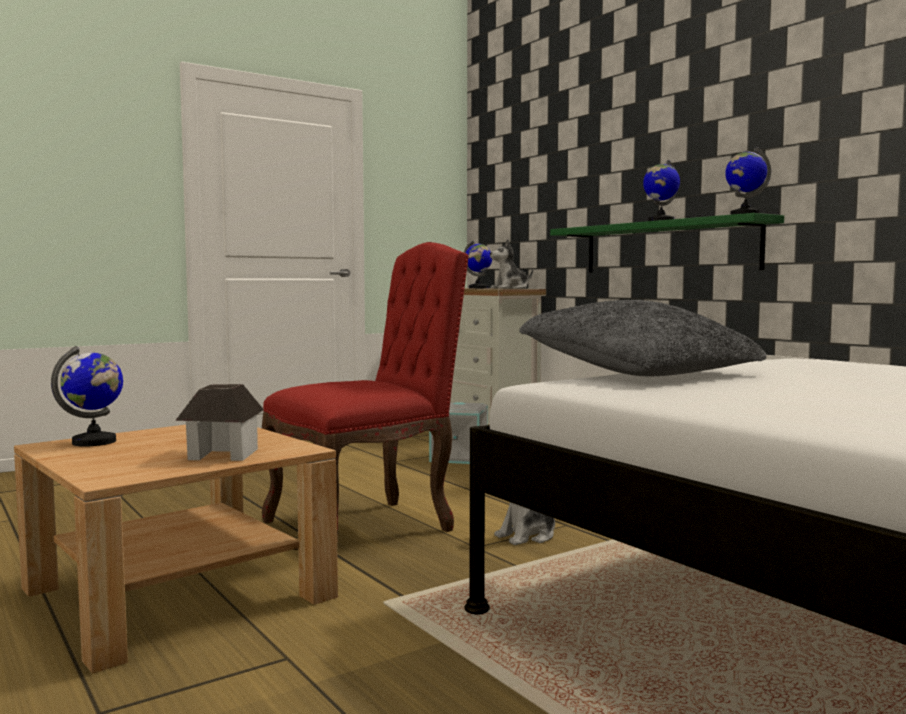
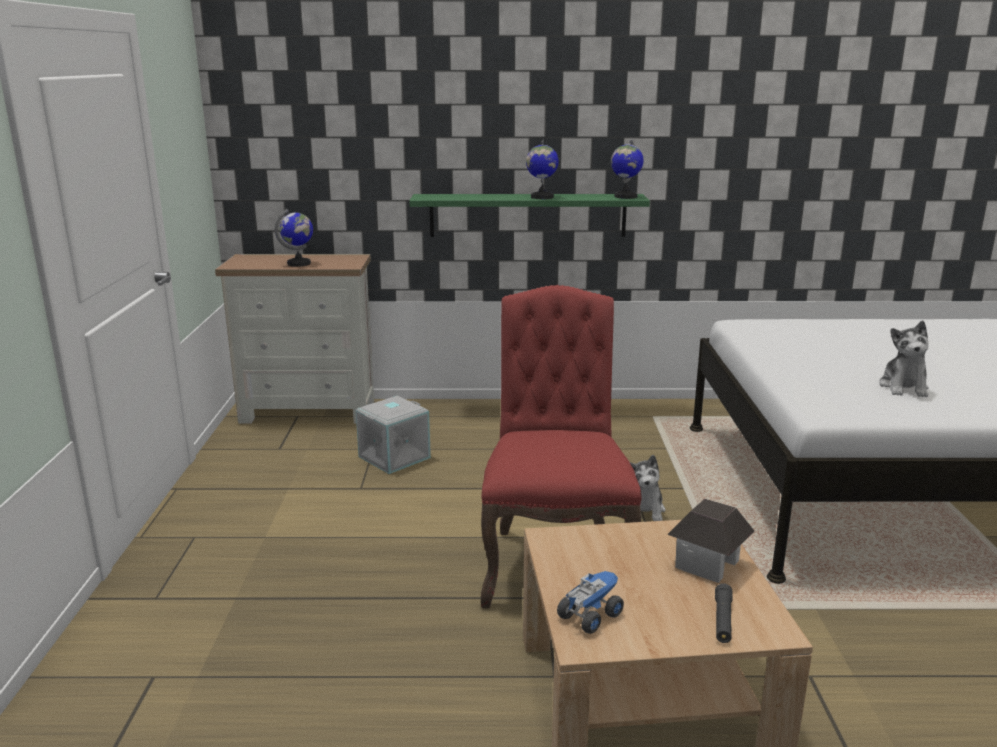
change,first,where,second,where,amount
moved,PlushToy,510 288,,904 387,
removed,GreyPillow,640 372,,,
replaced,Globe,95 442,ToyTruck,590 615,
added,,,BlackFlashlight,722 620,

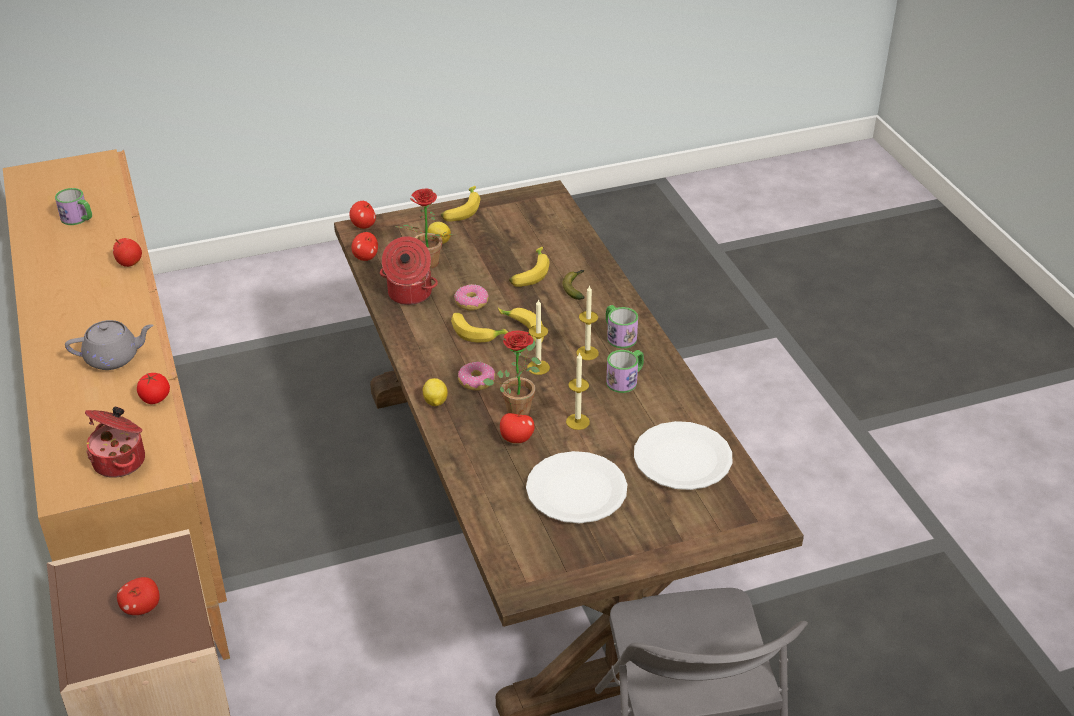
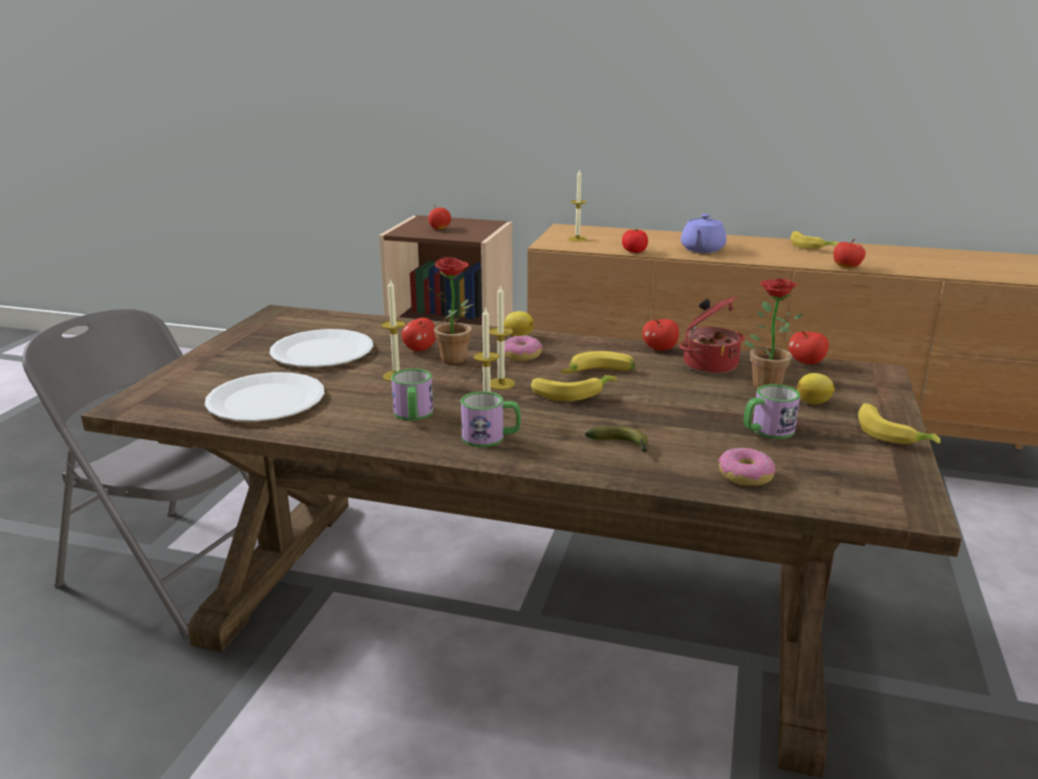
change,first,where,second,where,amount
moved,Mug,78 219,,766 431,
moved,Apple,363 225,,660 349,
moved,Banana,529 273,,810 246,
moved,Donut,471 303,,745 476,
recoloured,GreyTeapot,113 358,PurpleTeapot,702 249,
replaced,CookingPot,121 461,Candle,577 239,

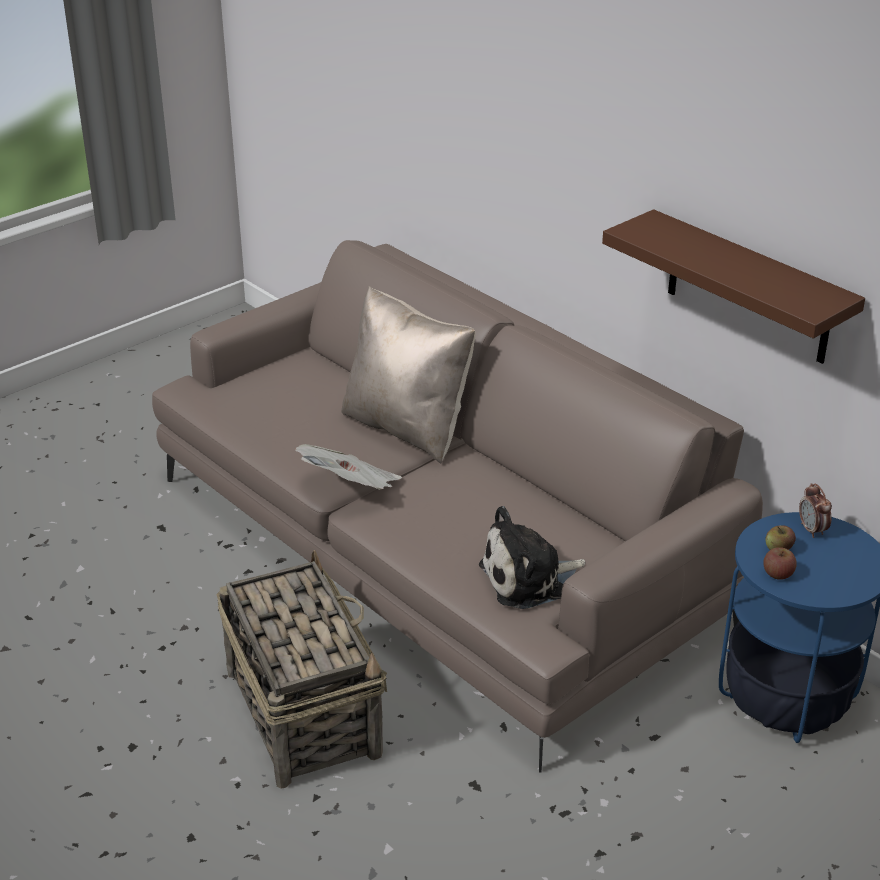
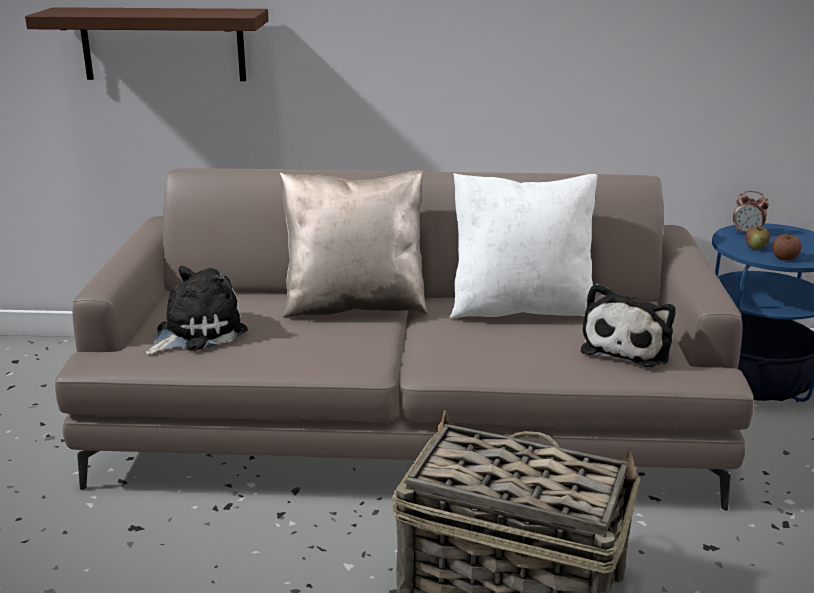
change,first,where,second,where,amount
moved,BrownShelf,748 288,,163 44,
removed,Newspaper,351 489,,,
added,,,WhitePillow,520 308,
added,,,PlushToy,196 332,

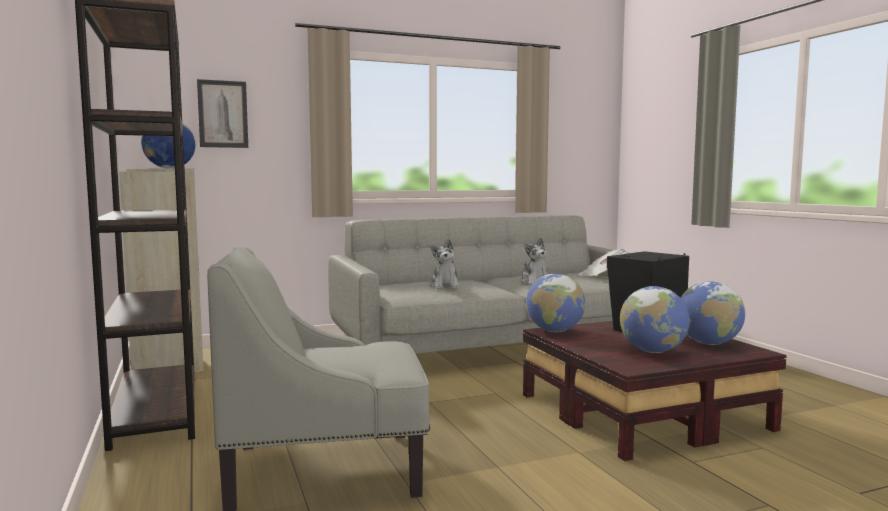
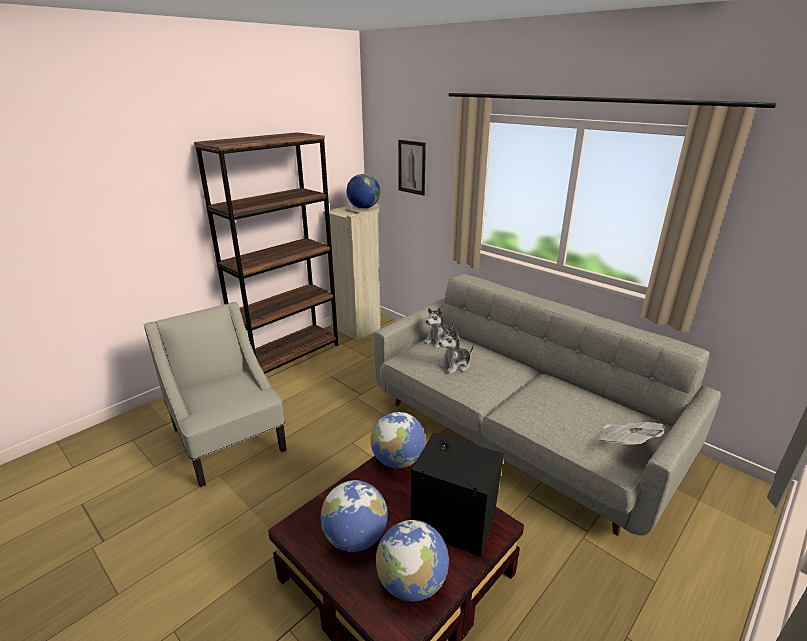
change,first,where,second,where,amount
moved,PlushToy,535 282,,439 341,

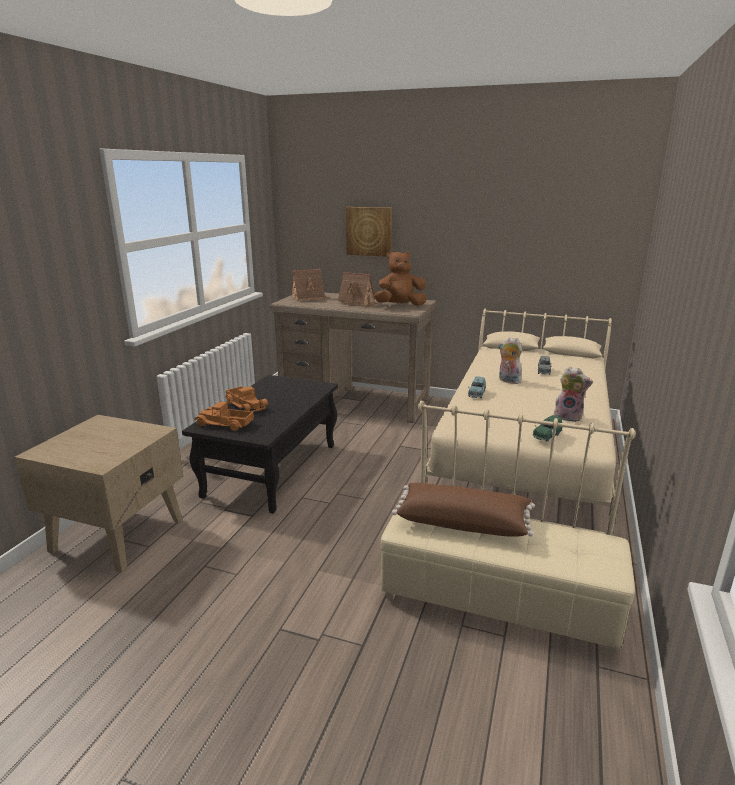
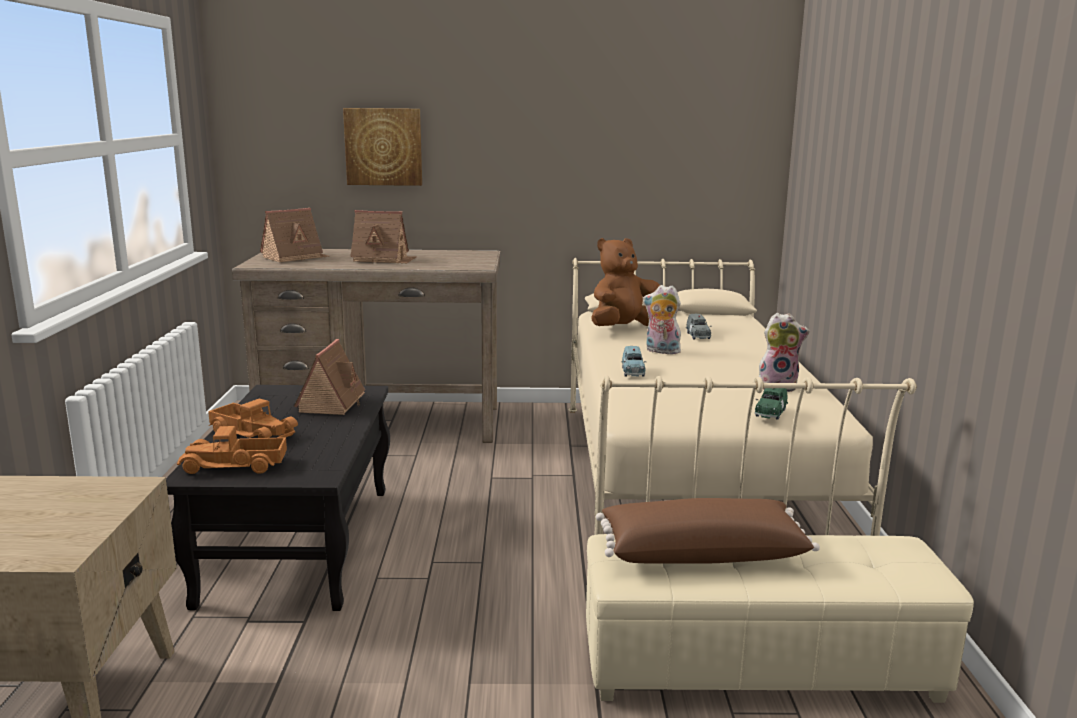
change,first,where,second,where,amount
moved,BrownPlushToy,400 305,,623 329,
added,,,ToyHouse,332 403,

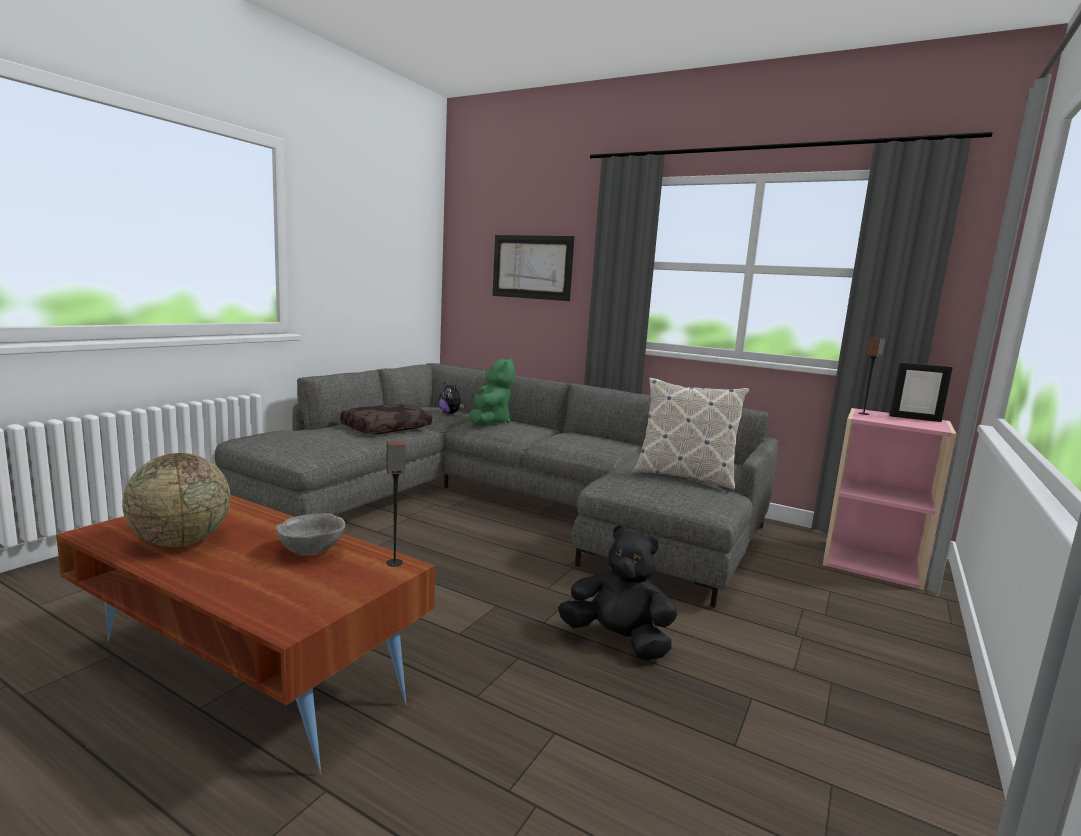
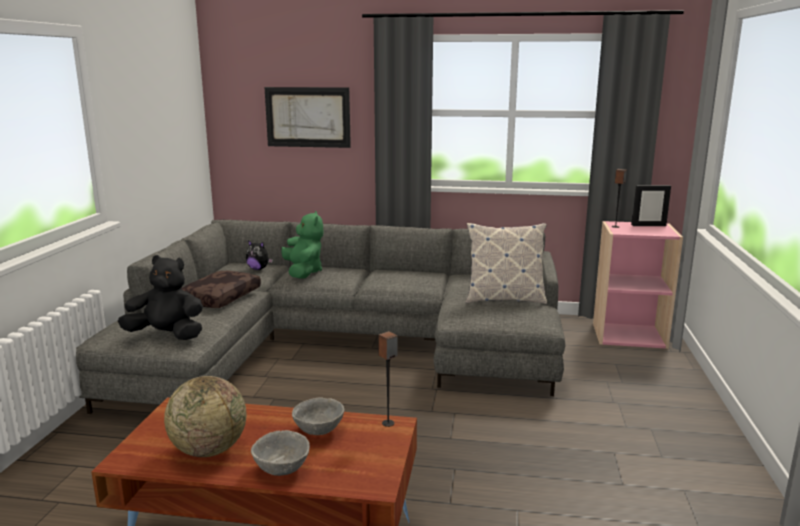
change,first,where,second,where,amount
moved,BlackPlushToy,618 640,,167 335,
added,,,GreyBowl,282 468,

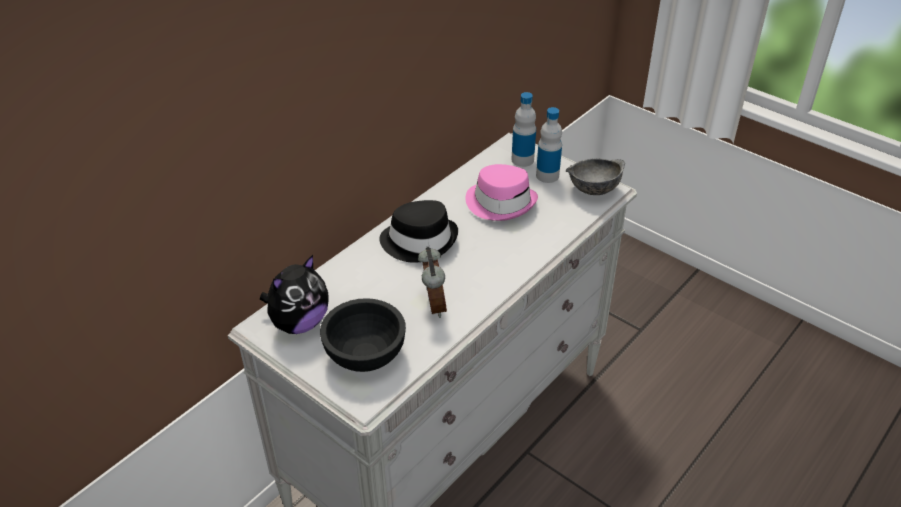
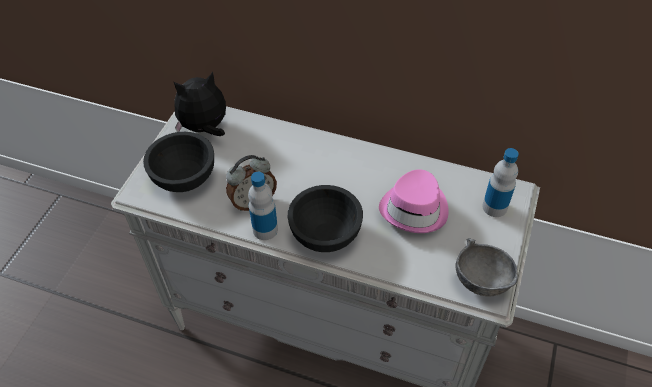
change,first,where,second,where,amount
moved,Bottle,547 175,,265 229,
removed,BlackHat,419 241,,,
turned,PlushToy,299 322,,205 128,135 degrees clockwise
added,,,BlackBowl,326 234,

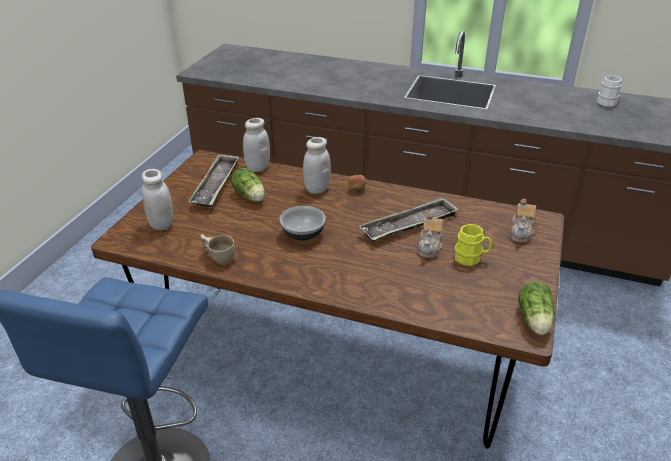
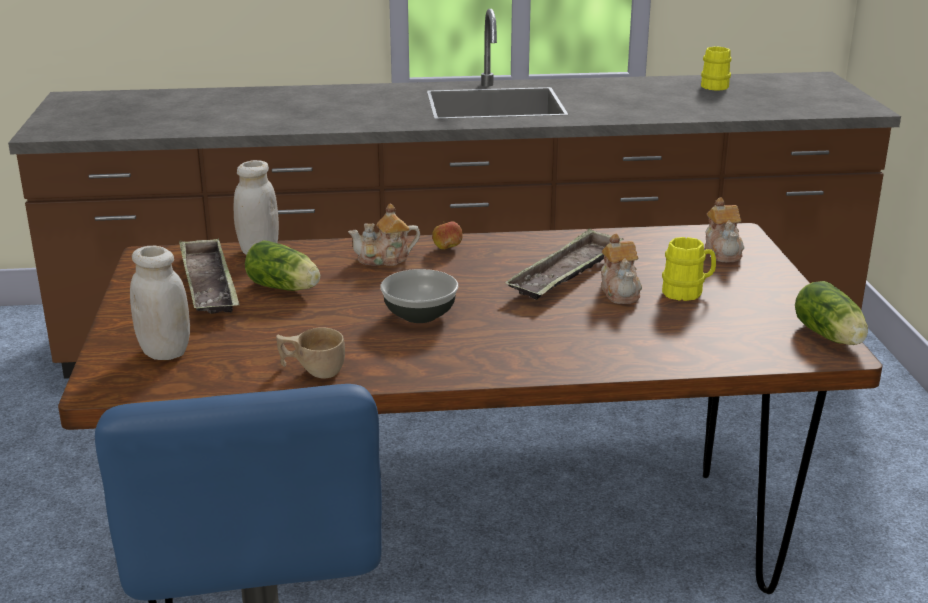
change,first,where,second,where,amount
recoloured,WhiteMug,608 101,YellowMug,715 85,
replaced,WhiteJar,317 189,Teapot,385 259,

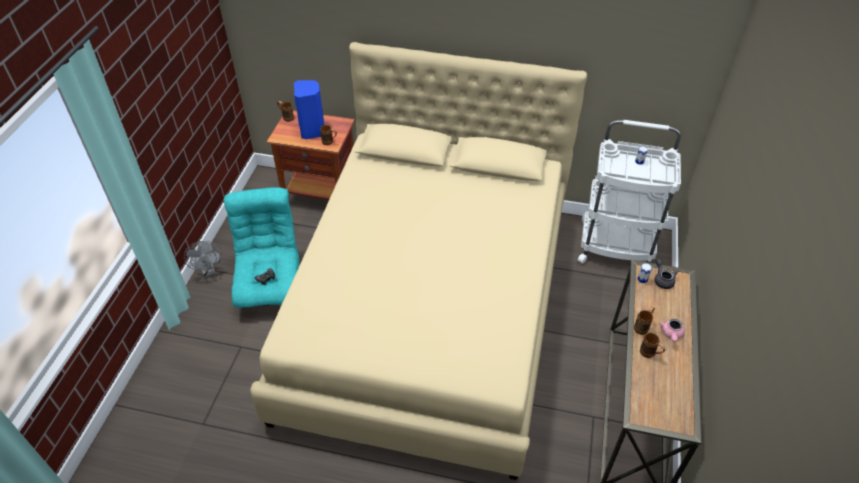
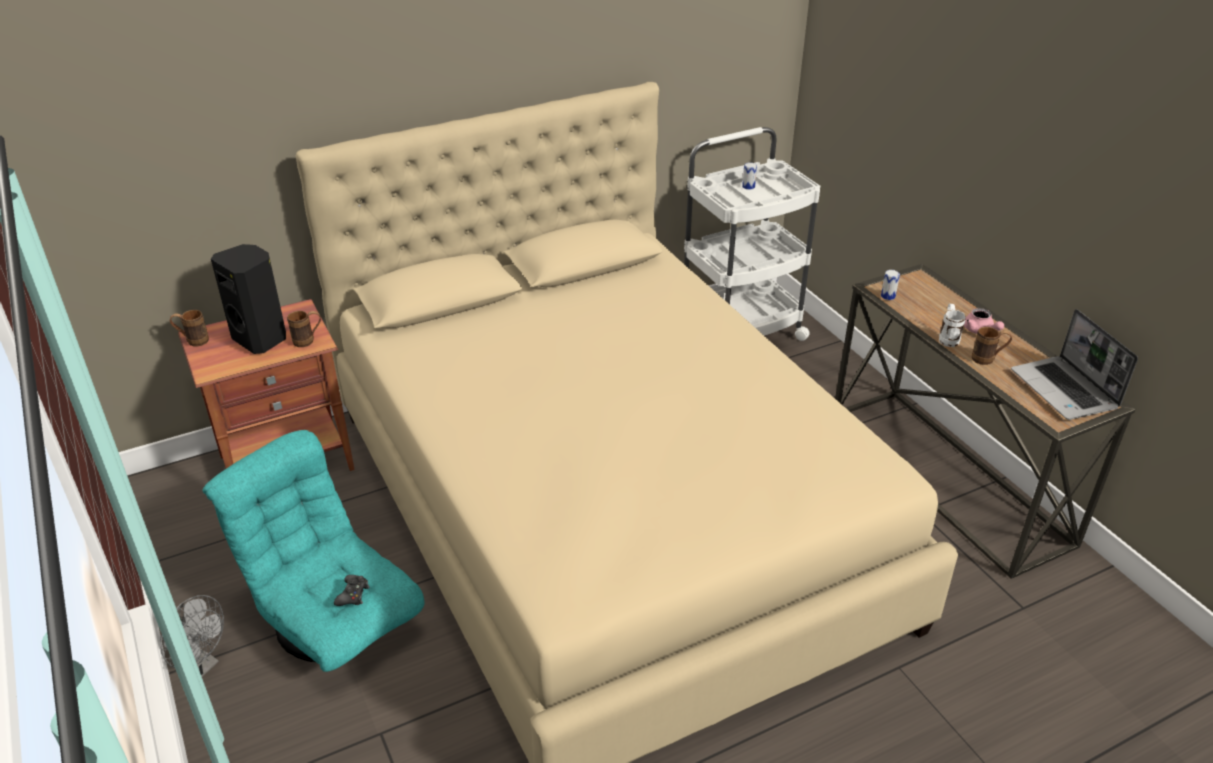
change,first,where,second,where,amount
recoloured,BlueSpeaker,313 131,BlackSpeaker,261 339,
removed,GreyTeapot,663 279,,,
recoloured,BrownMug,643 326,WhiteMug,948 338,
added,,,Laptop,1065 390,

